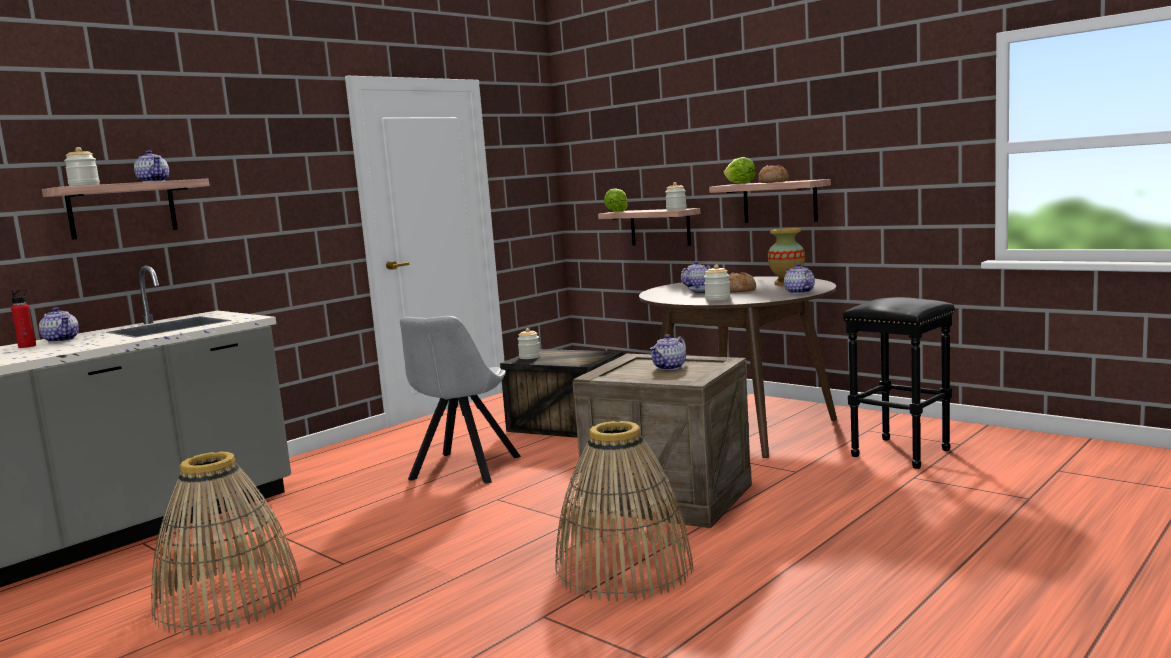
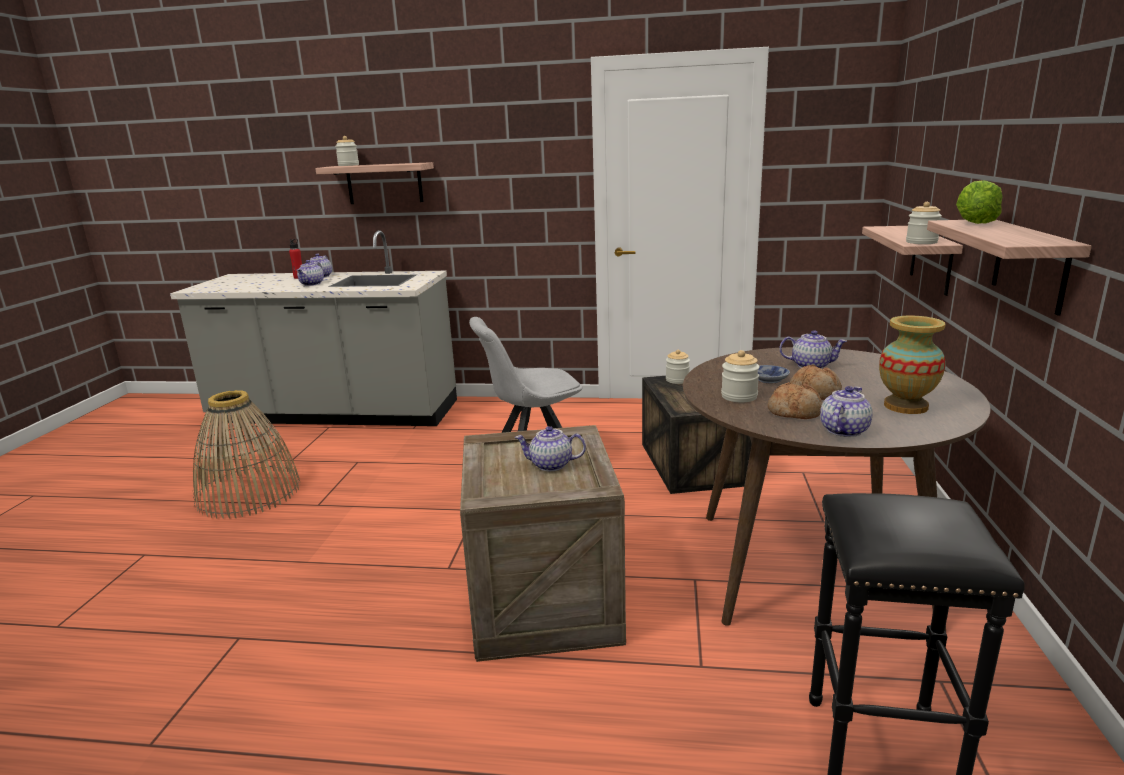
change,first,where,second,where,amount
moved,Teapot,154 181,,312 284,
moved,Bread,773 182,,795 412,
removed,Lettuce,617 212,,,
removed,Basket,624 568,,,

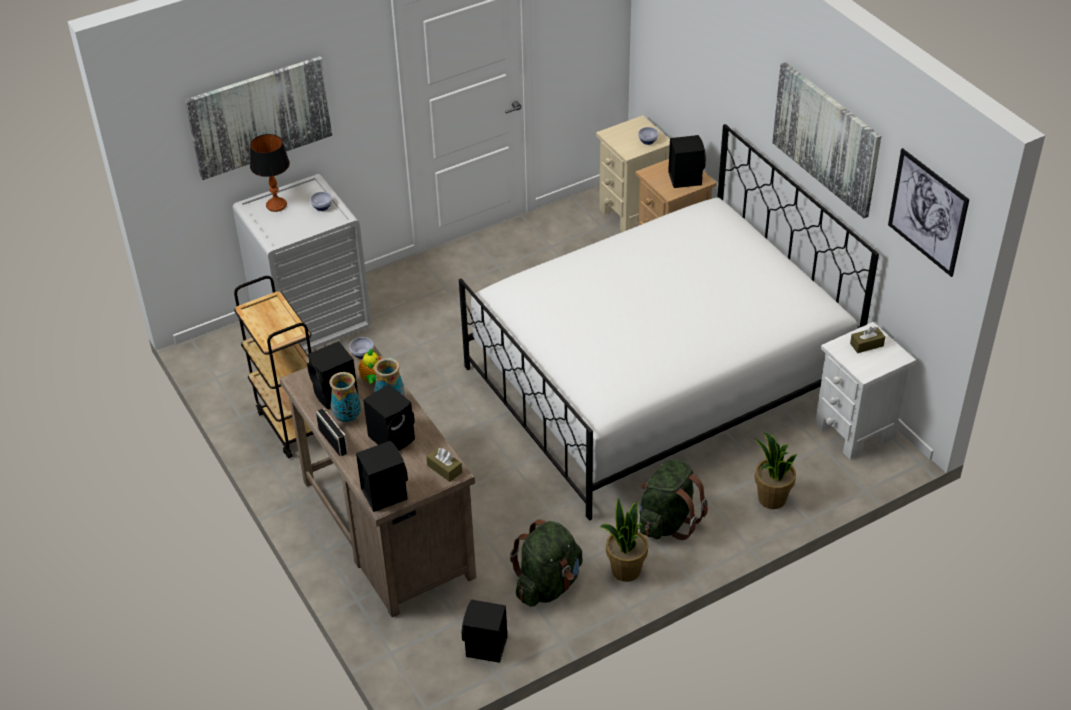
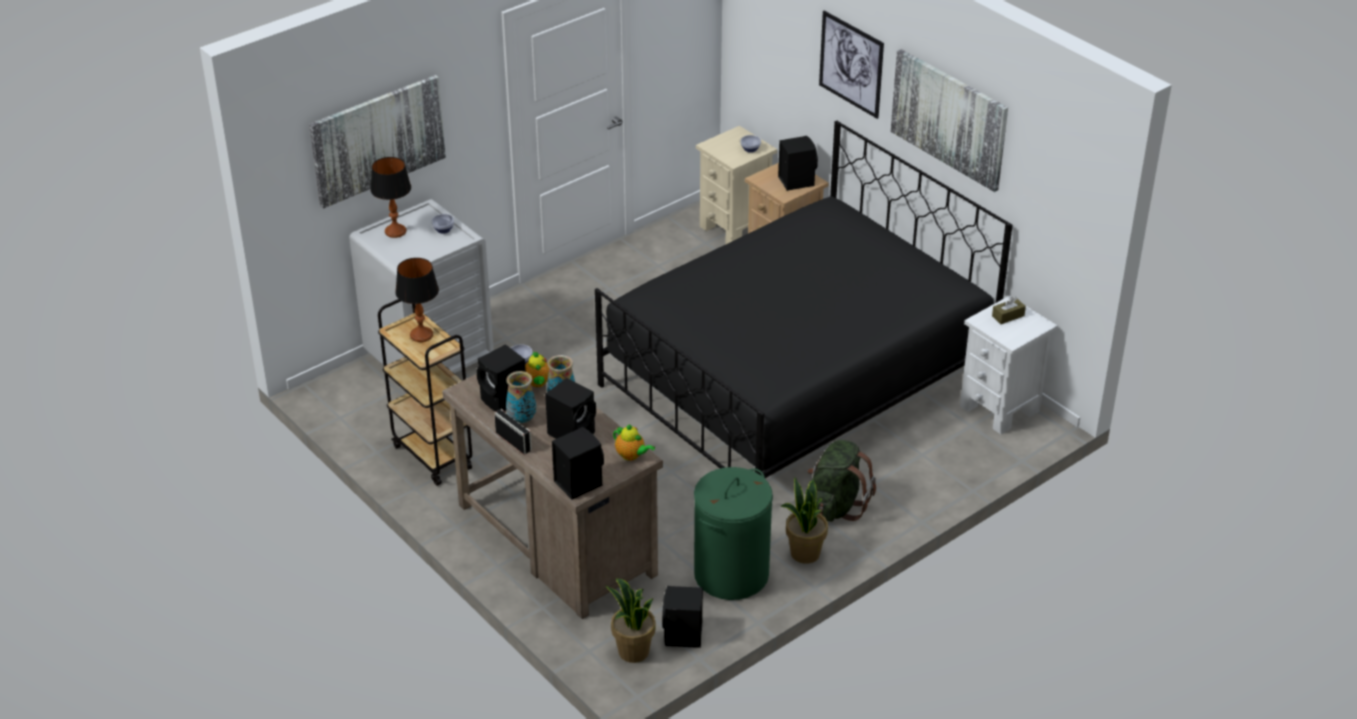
change,first,where,second,where,amount
recoloured,WhiteBed,658 381,BlackBed,797 380,
moved,Picture,927 212,,851 64,
moved,PottedPlant,771 499,,633 652,
replaced,BrownTissueBox,444 469,Teapot,631 456,
replaced,GreenBackpack,548 584,GreenLaundryBasket,731 574,
added,,,TableLamp,421 335,

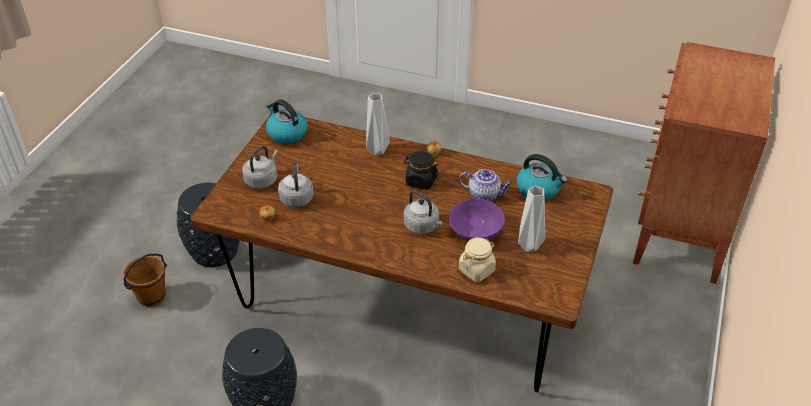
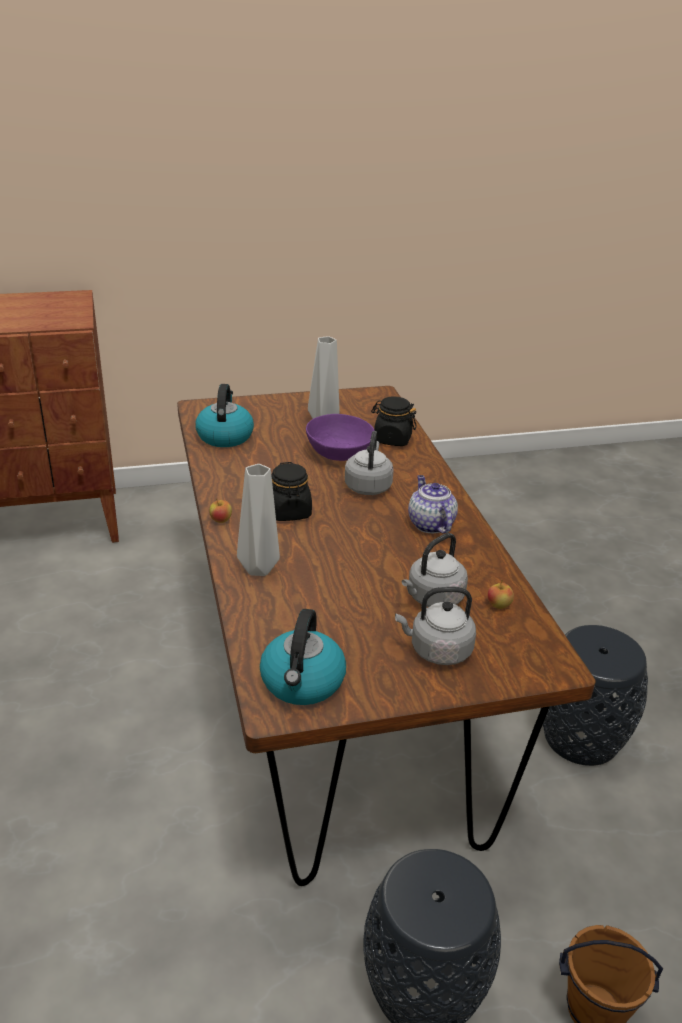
change,first,where,second,where,amount
moved,Teapot,485 195,,430 524,
recoloured,BeigeJar,476 270,BlackJar,392 439,

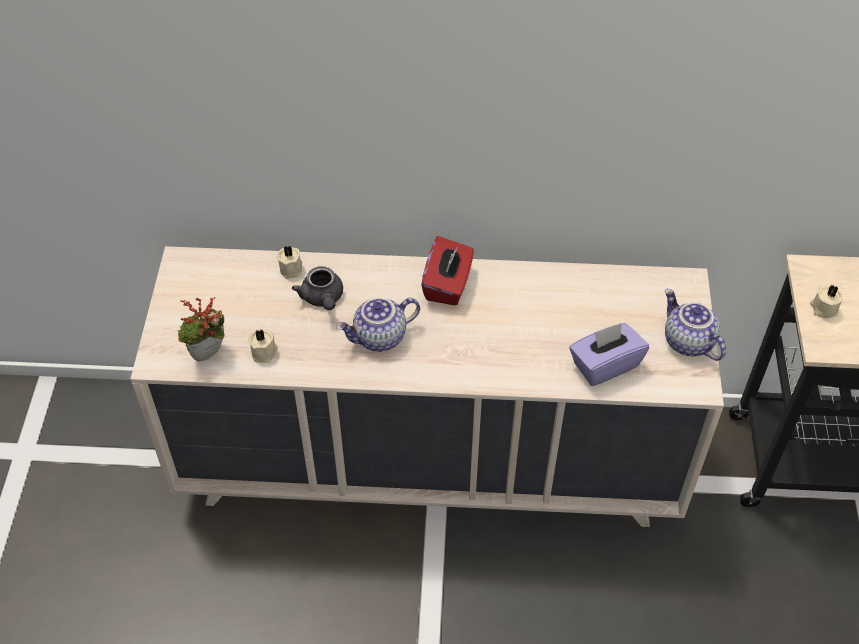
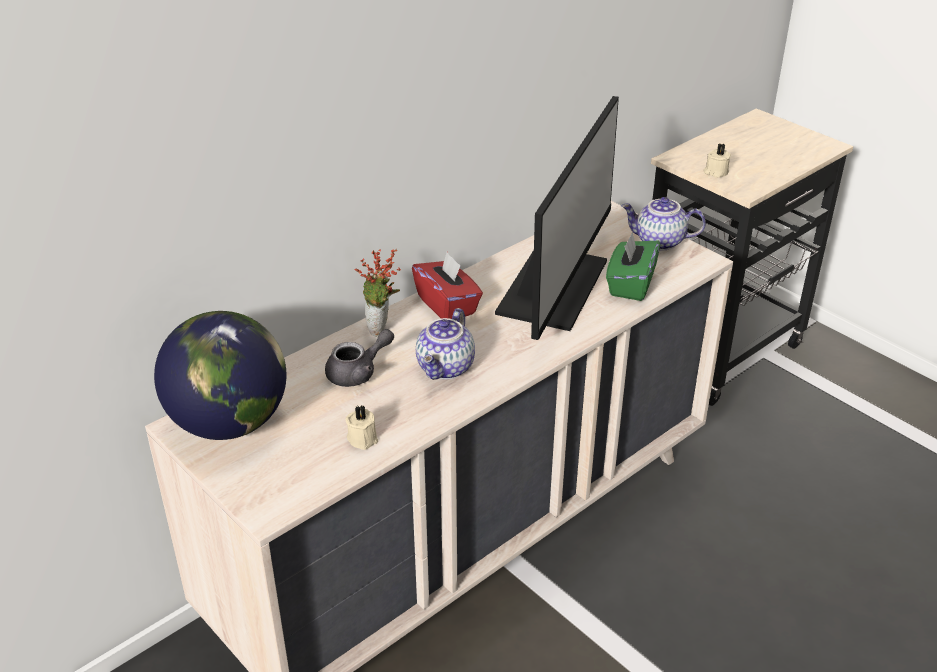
change,first,where,second,where,amount
removed,BeigeCandle,292 269,,,
turned,GreyTeapot,322 299,,358 373,60 degrees counterclockwise
moved,PottedPlant,209 356,,381 329,
recoloured,PurpleTissueBox,605 365,GreenTissueBox,630 284,
added,,,Monitor,555 287,
added,,,Globe,230 423,

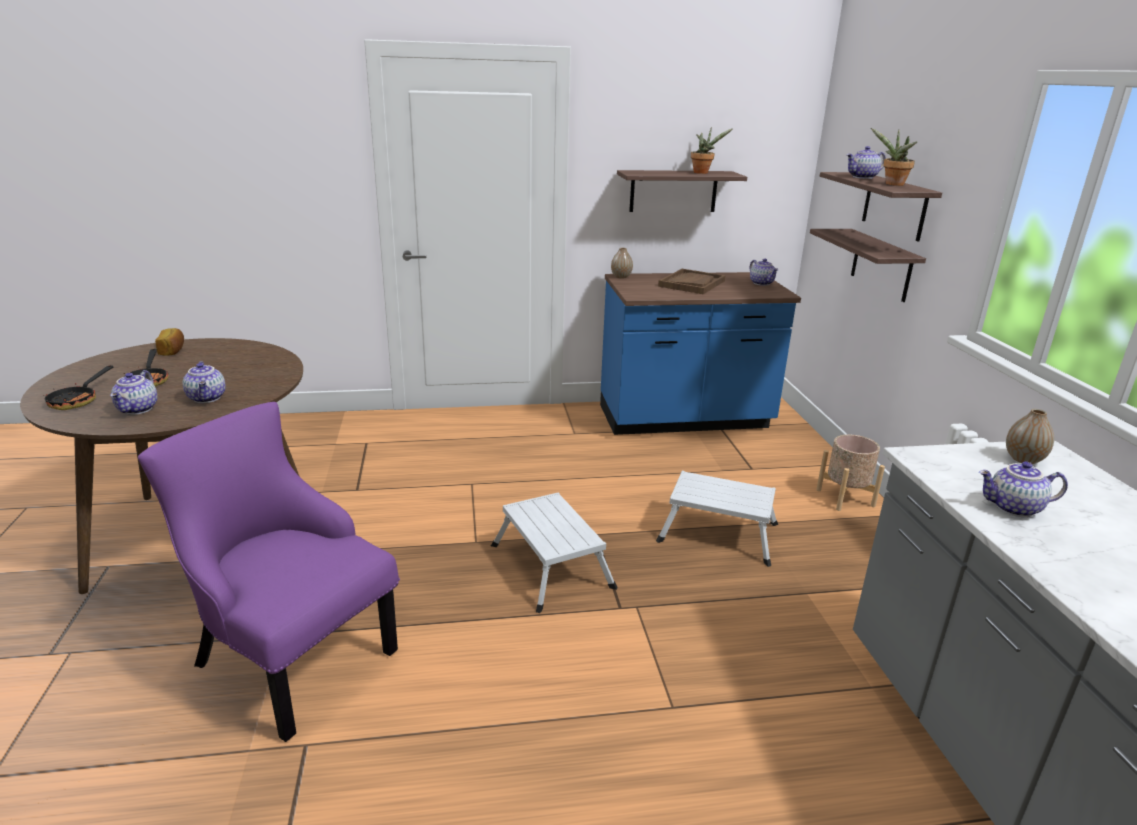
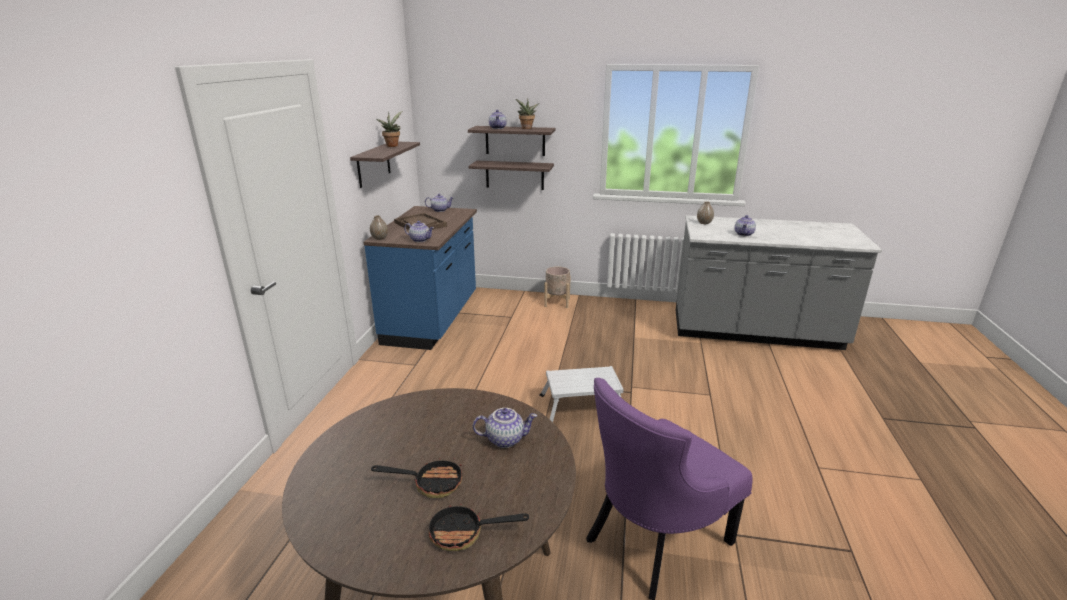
change,first,where,second,where,amount
removed,Bread,173 350,,,
turned,FryingPan,78 400,,464 533,150 degrees clockwise
moved,Teapot,138 409,,420 240,
removed,WhiteStepLadder,719 533,,,

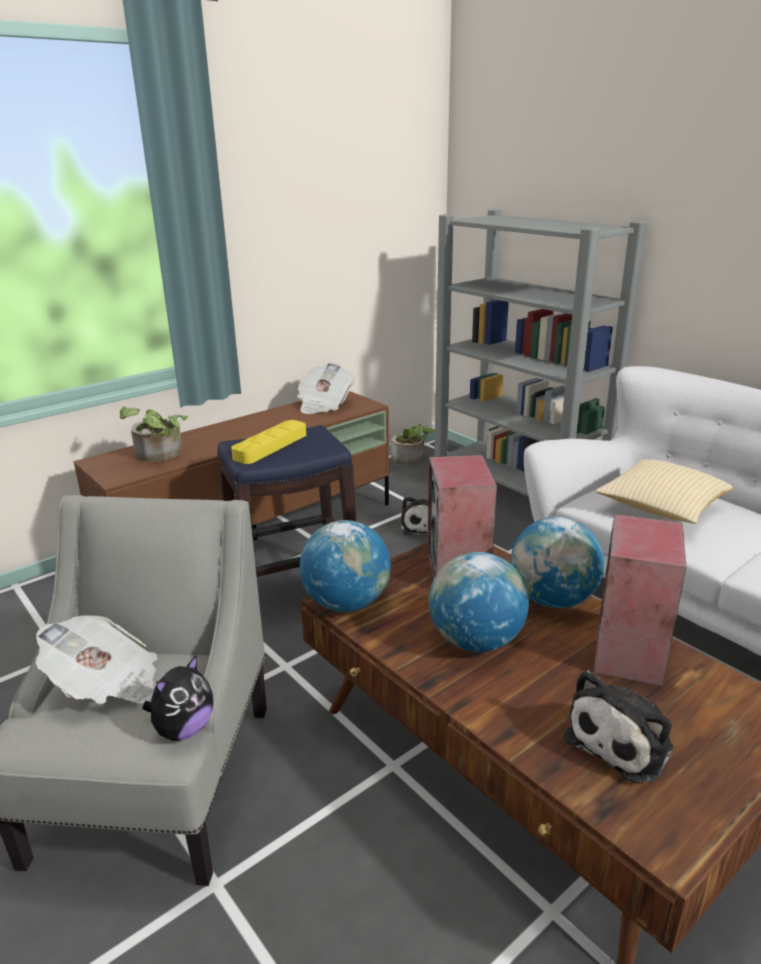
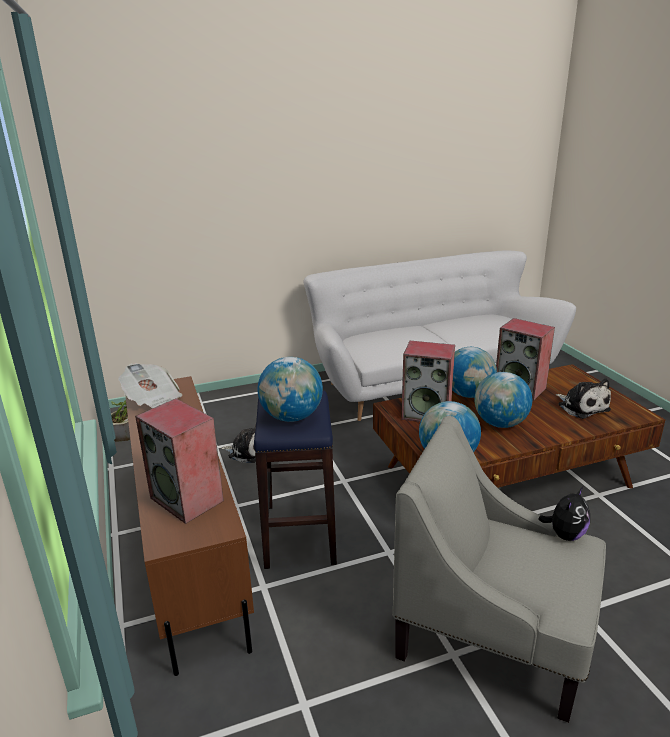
change,first,where,second,where,amount
removed,GreyBookcase,517 488,,,
replaced,PottedPlant,159 455,Speaker,188 499,
replaced,YellowTray,270 446,Globe,291 417,
removed,Pillow,661 508,,,
removed,Newspaper,106 684,,,
turned,PlushToy,184 729,,565 534,75 degrees clockwise

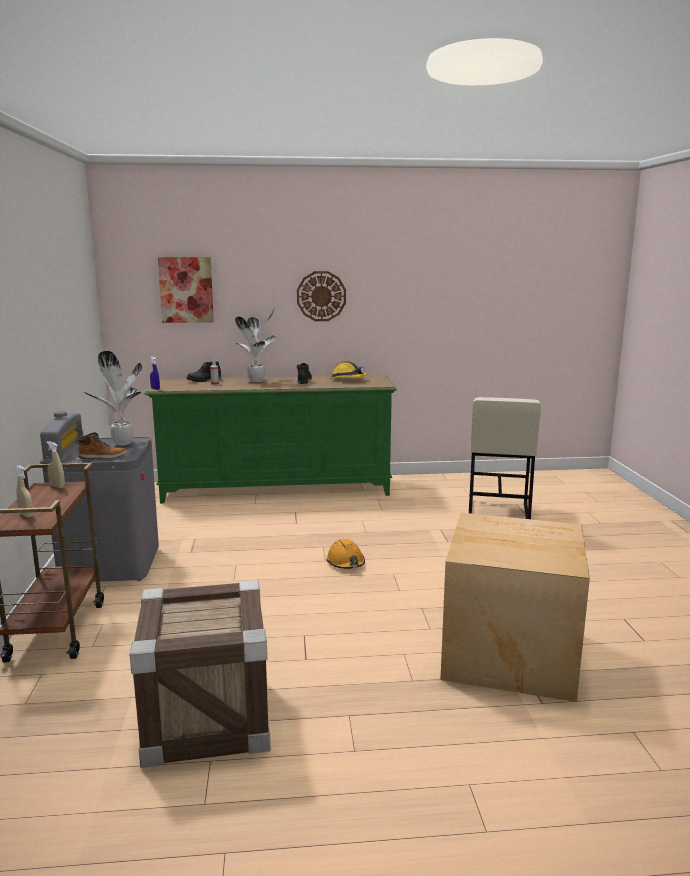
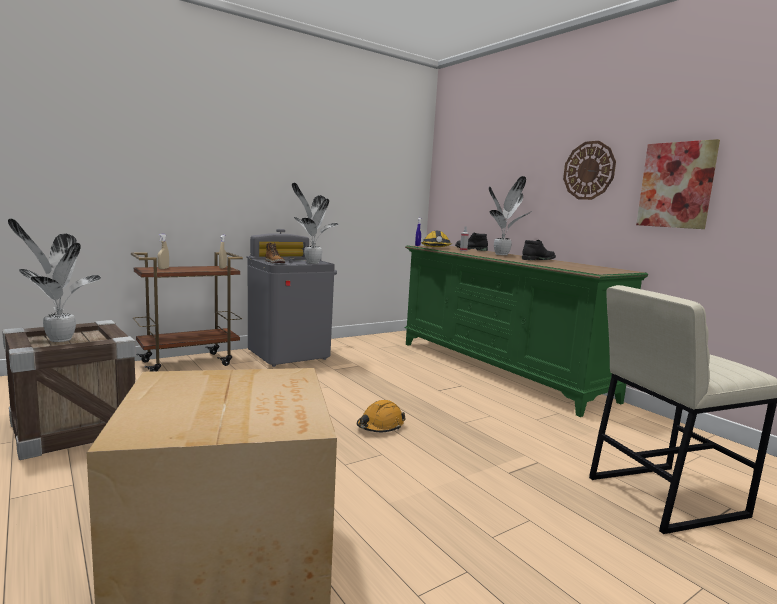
change,first,where,second,where,amount
moved,Picture,186 290,,676 185,
moved,HardHat,348 379,,436 248,
added,,,PottedPlant,57 340,

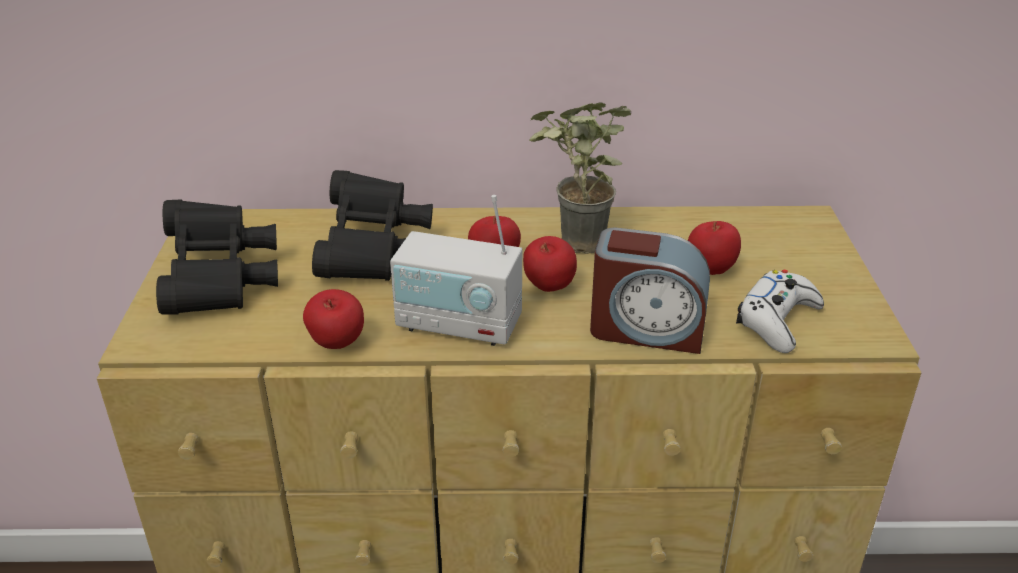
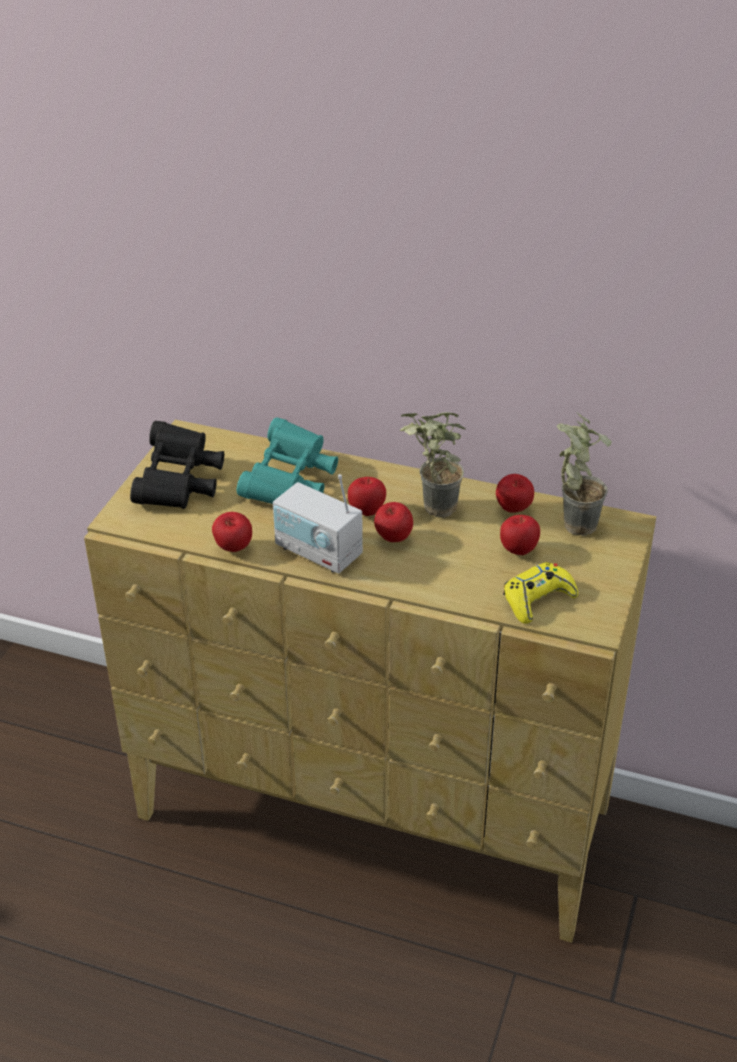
change,first,where,second,where,amount
recoloured,BlackBinoculars,375 252,TurquoiseBinoculars,290 483,
removed,AlarmClock,646 329,,,
recoloured,WhiteGameController,777 321,YellowGameController,537 599,
added,,,PottedPlant,572 521,
added,,,Apple,513 510,

